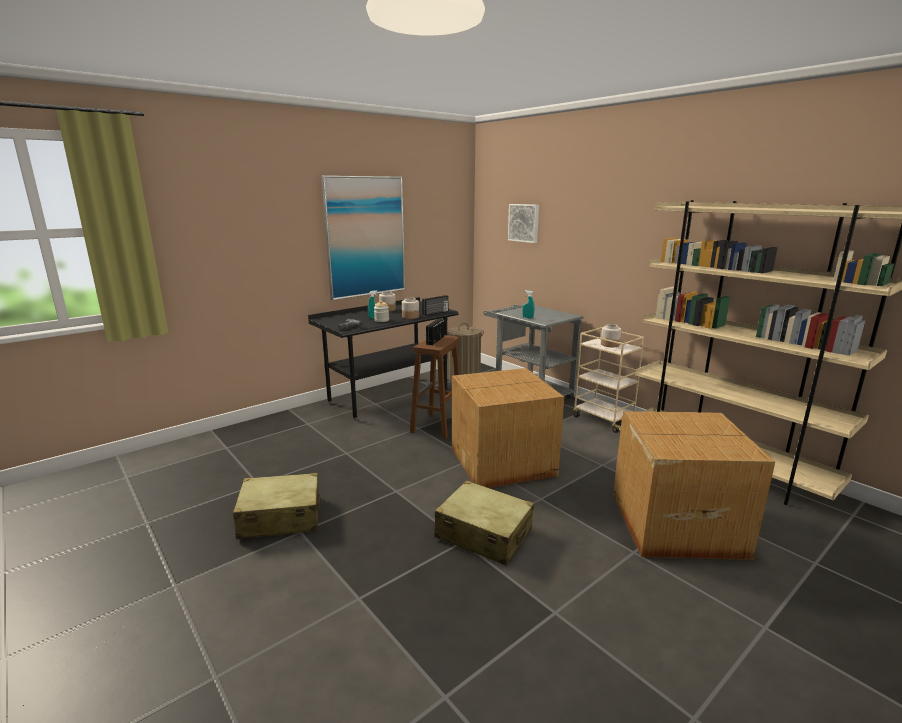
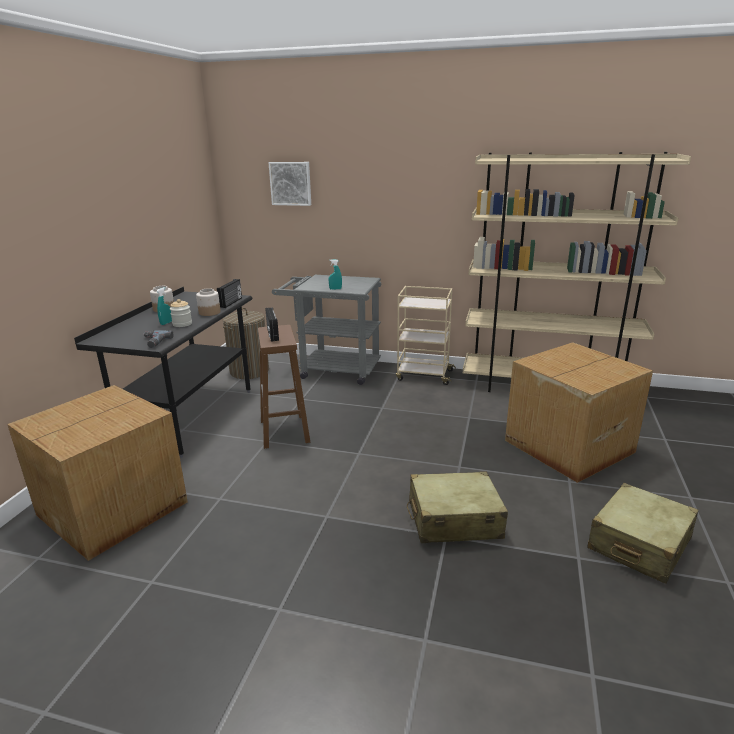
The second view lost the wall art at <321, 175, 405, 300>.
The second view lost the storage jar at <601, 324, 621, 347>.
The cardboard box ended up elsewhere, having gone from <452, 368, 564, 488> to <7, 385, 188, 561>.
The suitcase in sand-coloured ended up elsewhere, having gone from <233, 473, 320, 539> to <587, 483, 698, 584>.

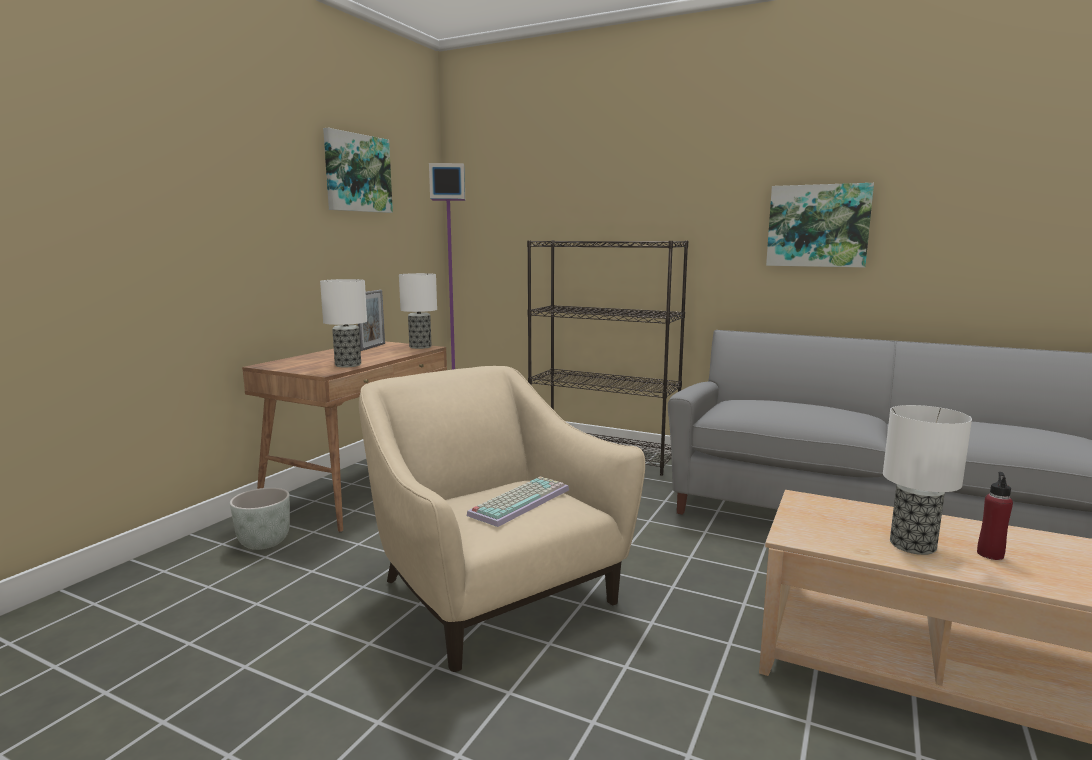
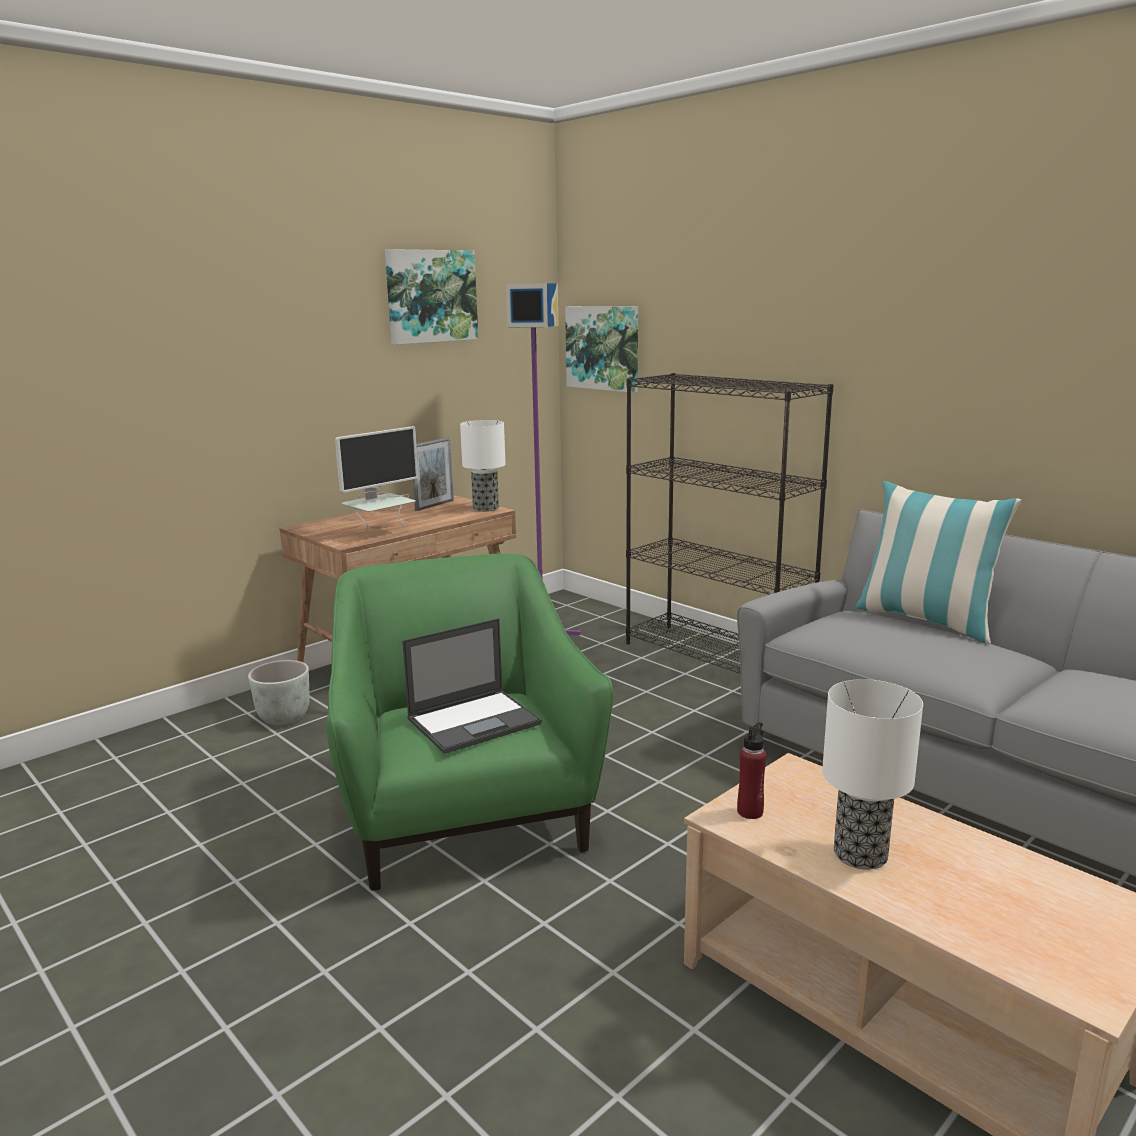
The wall art ended up elsewhere, having gone from <766, 183, 874, 267> to <565, 306, 638, 393>.
Where the lamp for a table stood at <320, 279, 367, 367>, the computer display came to stand at <335, 426, 419, 528>.
What was the lounge chair in sand-coloured at <359, 366, 645, 672> turned into the lounge chair in green-coloured at <326, 554, 613, 891>.
The bottle in red-coloured ended up elsewhere, having gone from <977, 472, 1013, 560> to <737, 722, 766, 819>.
Where the keyboard stood at <467, 477, 569, 527>, the portable computer came to stand at <402, 618, 542, 754>.
The second view gained the throw pillow at <855, 481, 1022, 644>.

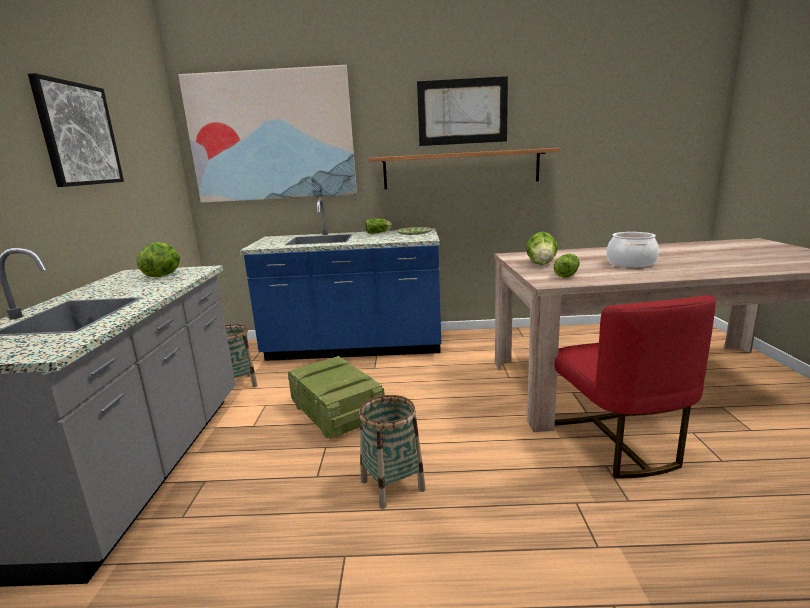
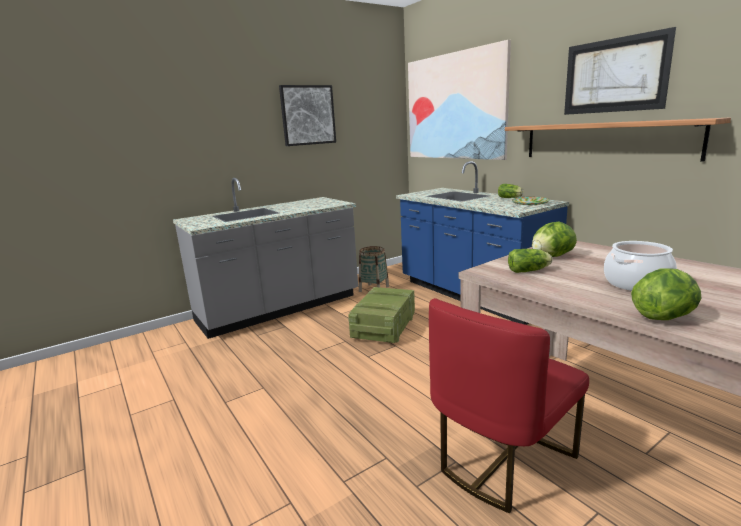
The lettuce ended up elsewhere, having gone from <136, 242, 180, 277> to <631, 268, 702, 320>.
The second view lost the basket at <359, 395, 426, 509>.

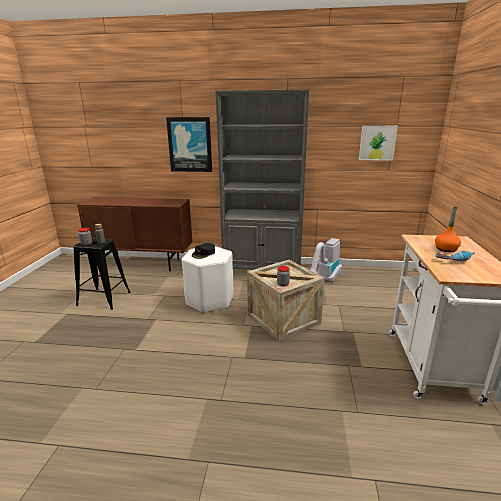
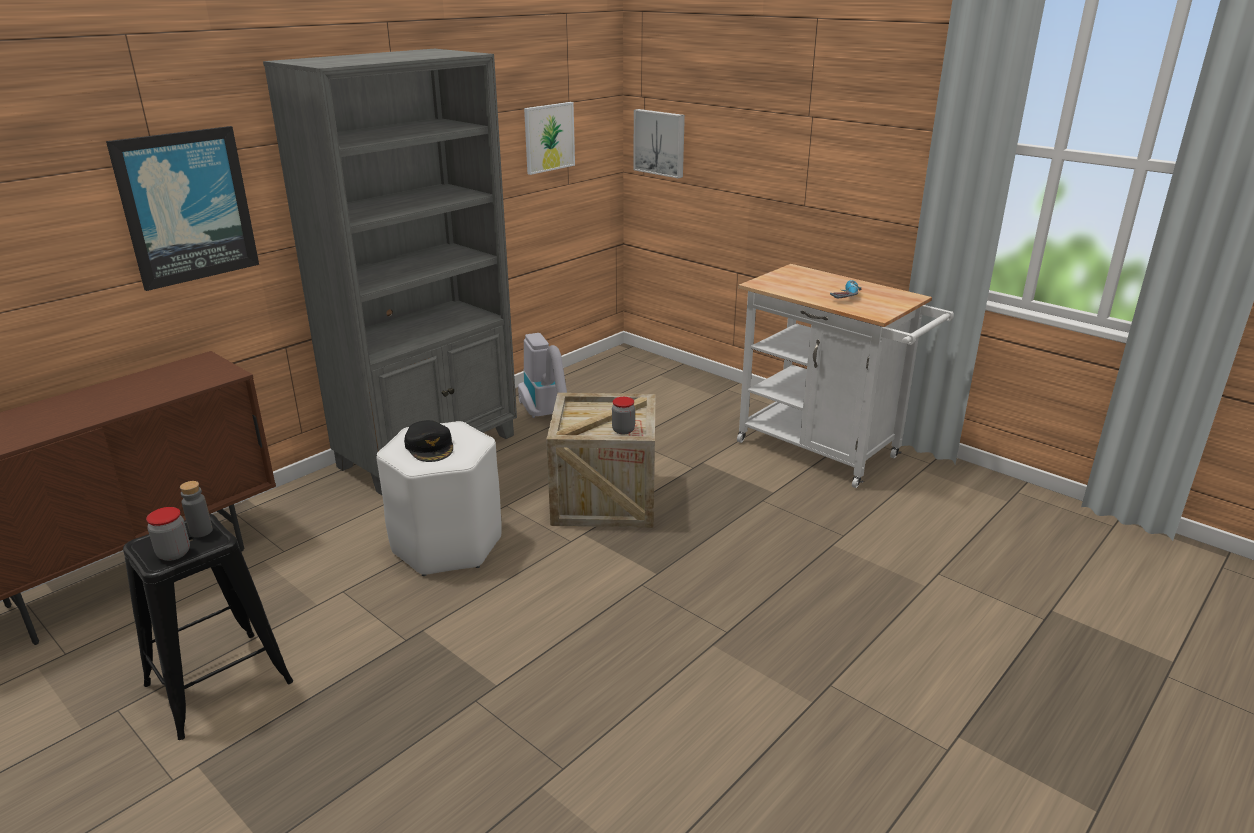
The second view lost the bottle in orangey at <435, 206, 461, 252>.
The second view gained the wall art at <634, 109, 685, 178>.

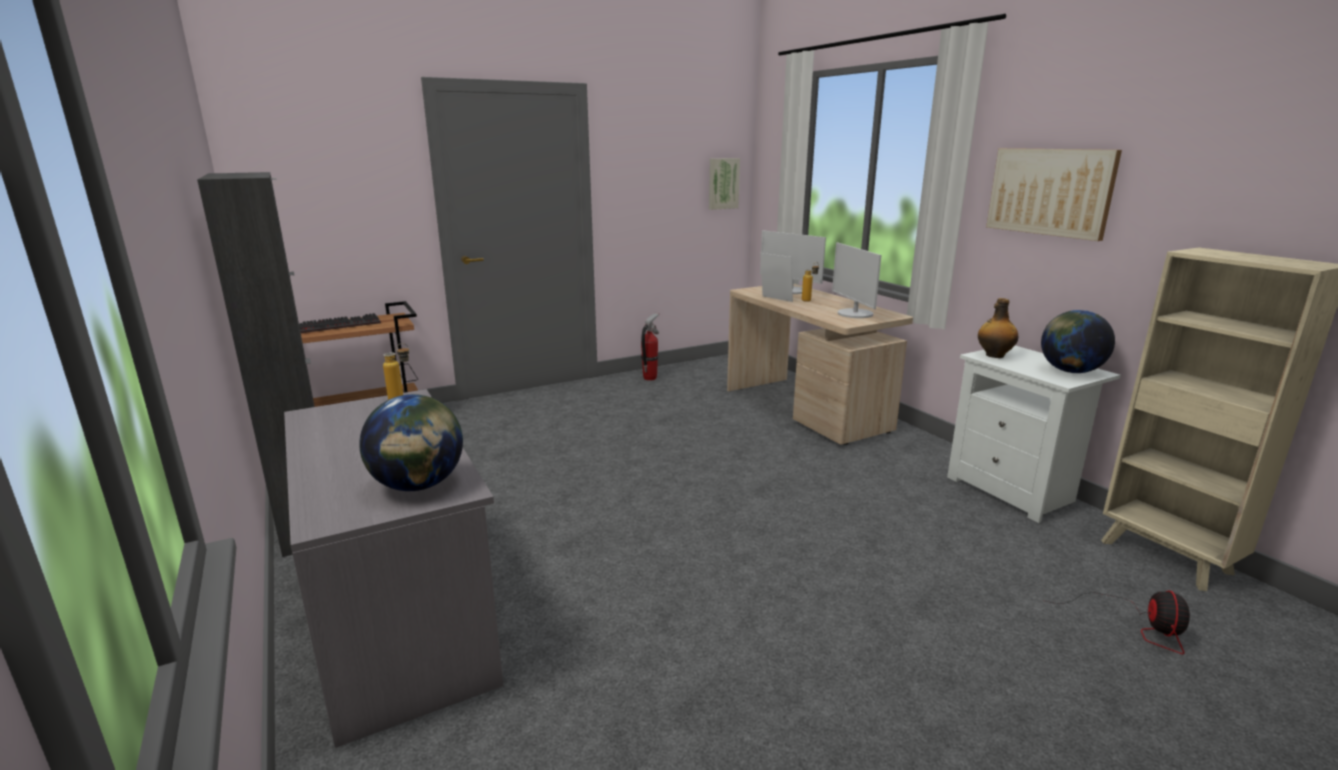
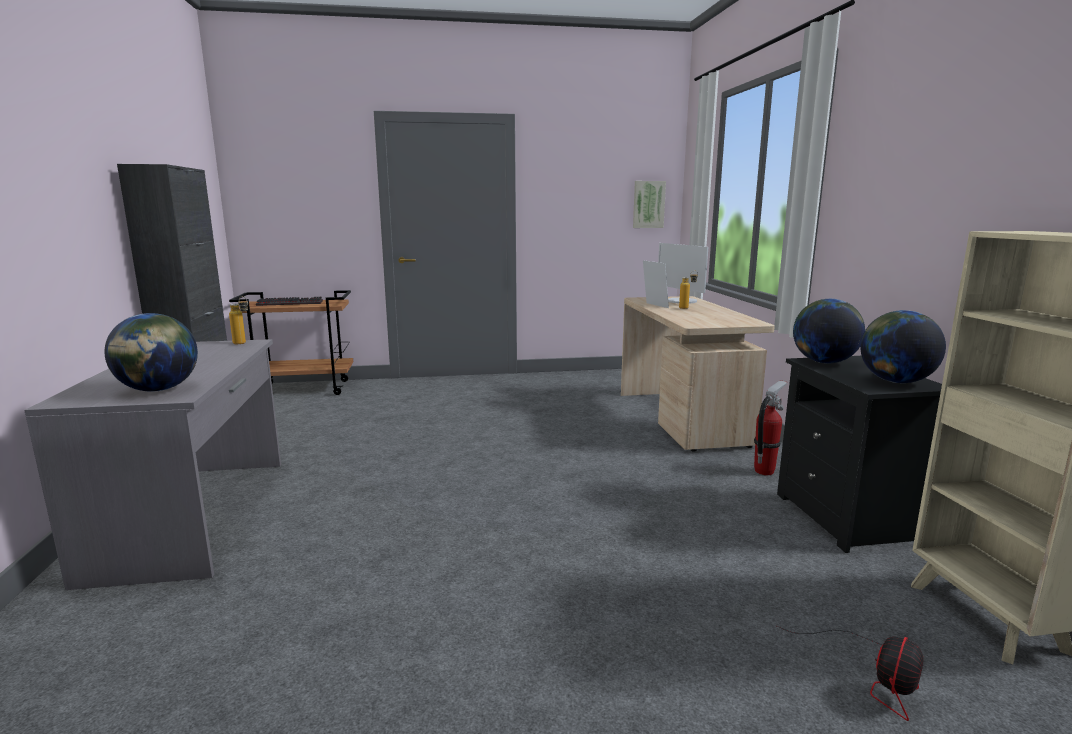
The second view lost the wall art at <986, 148, 1122, 241>.
The second view lost the computer display at <832, 242, 881, 318>.
Where the bottle stood at <978, 298, 1019, 358>, the desk globe came to stand at <793, 299, 865, 363>.
The extinguisher ended up elsewhere, having gone from <641, 313, 659, 381> to <754, 380, 787, 475>.
What was the night table in whitish at <947, 346, 1121, 523> turned into the night table in blackish at <777, 356, 942, 553>.

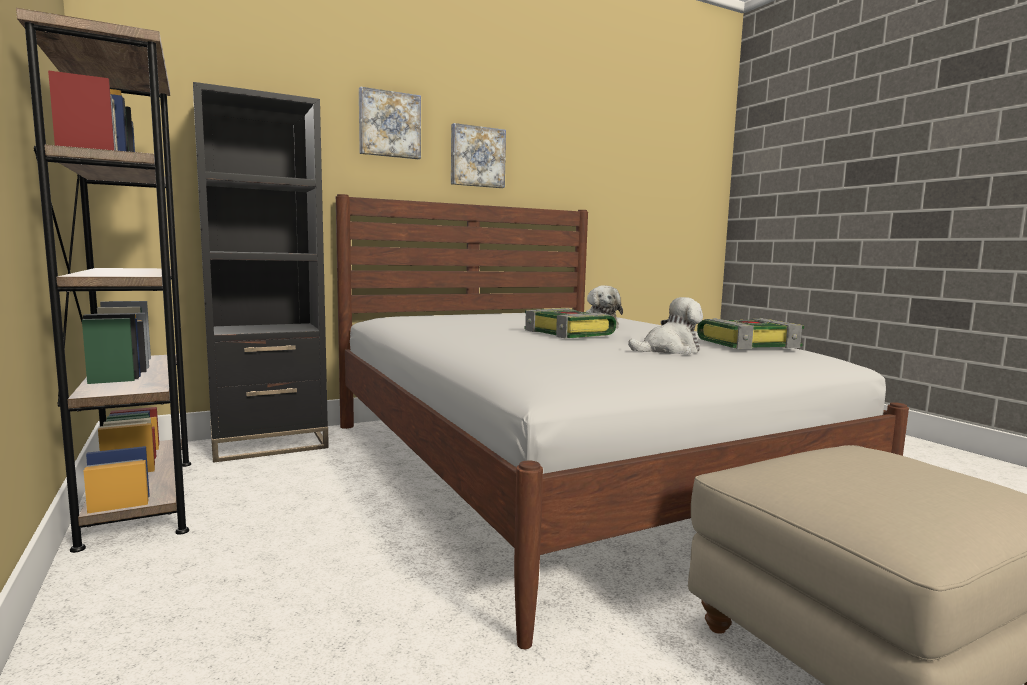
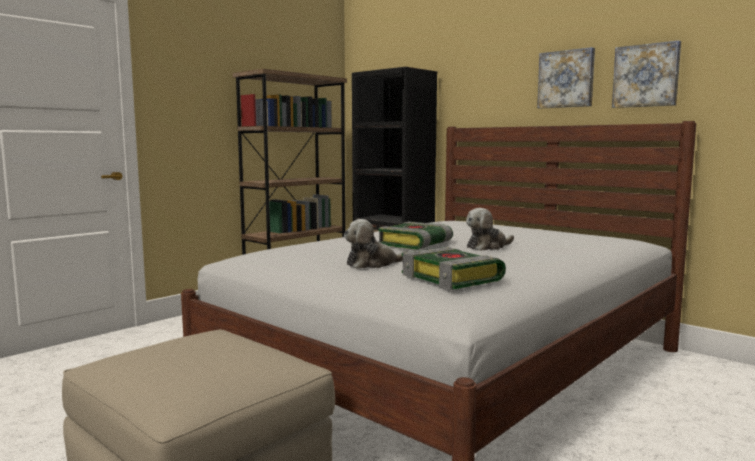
The wall art ended up elsewhere, having gone from <359, 87, 421, 159> to <612, 40, 681, 108>.
The plush toy at <628, 297, 703, 355> ended up facing another way, 105 degrees clockwise from before.

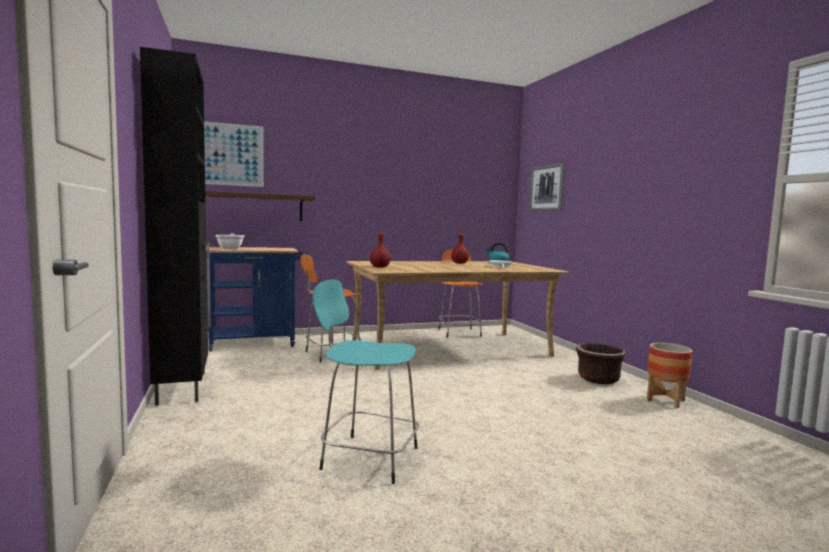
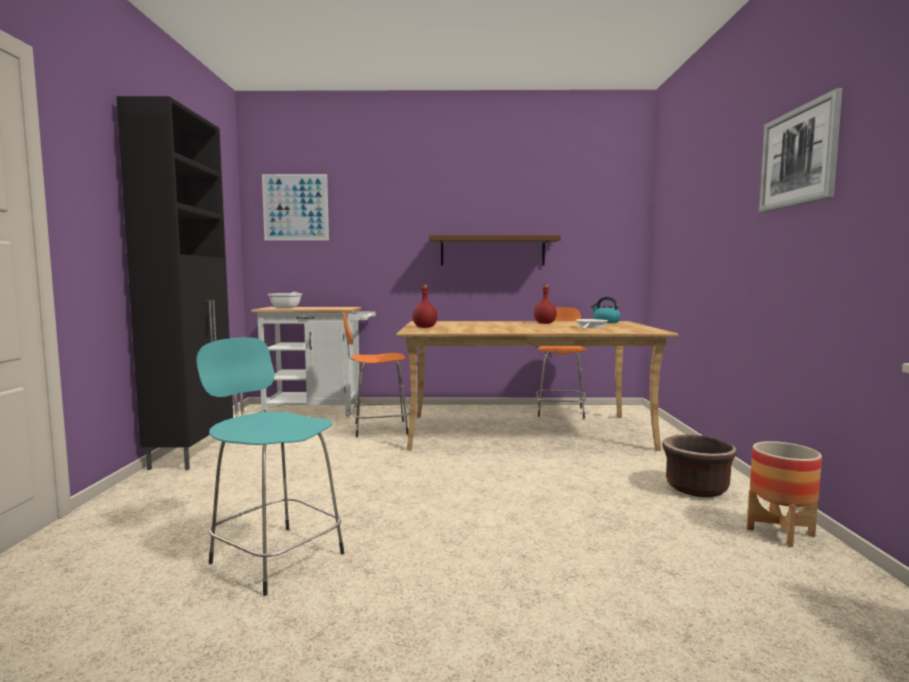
The wall art ended up elsewhere, having gone from <529, 163, 565, 211> to <758, 88, 842, 213>.
The bracket shelf in brown-coloured ended up elsewhere, having gone from <205, 191, 315, 221> to <429, 235, 561, 266>.
What was the wheeled cart in blue-coloured at <206, 247, 312, 351> turned into the wheeled cart in whitish at <251, 307, 376, 418>.

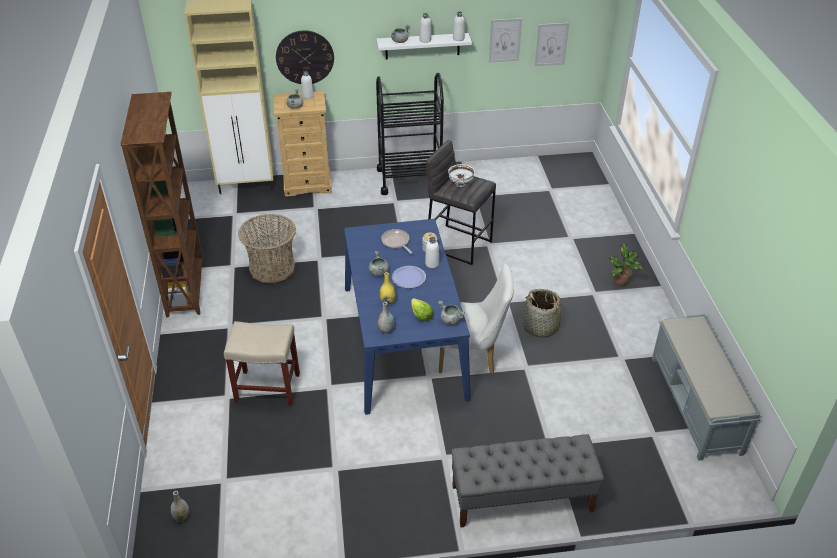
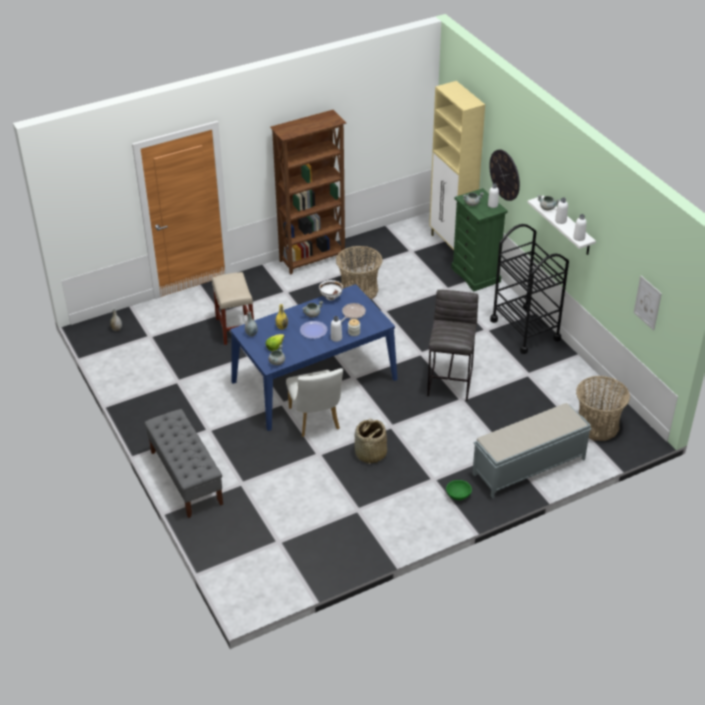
The second view lost the wall art at <489, 18, 522, 63>.
What was the dresser in sand-coloured at <273, 91, 332, 197> turned into the dresser in green-coloured at <451, 188, 508, 291>.
The bowl in whitish ended up elsewhere, having gone from <448, 164, 475, 187> to <319, 280, 343, 301>.
Where the plant in a pot stood at <609, 244, 643, 287>, the bowl in green-coloured came to stand at <446, 480, 472, 500>.
The indoor bench in grey ended up elsewhere, having gone from <652, 314, 760, 461> to <472, 403, 592, 498>.
The second view gained the basket at <576, 376, 630, 441>.

